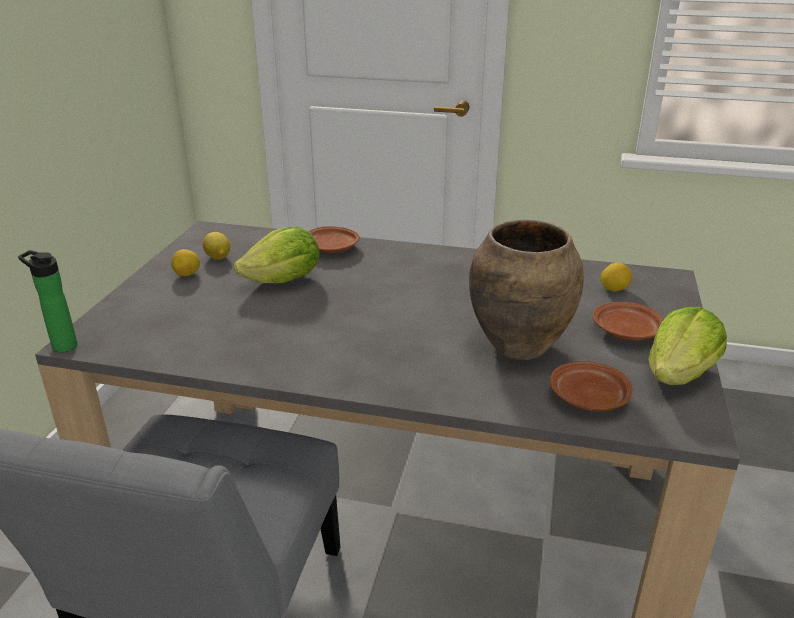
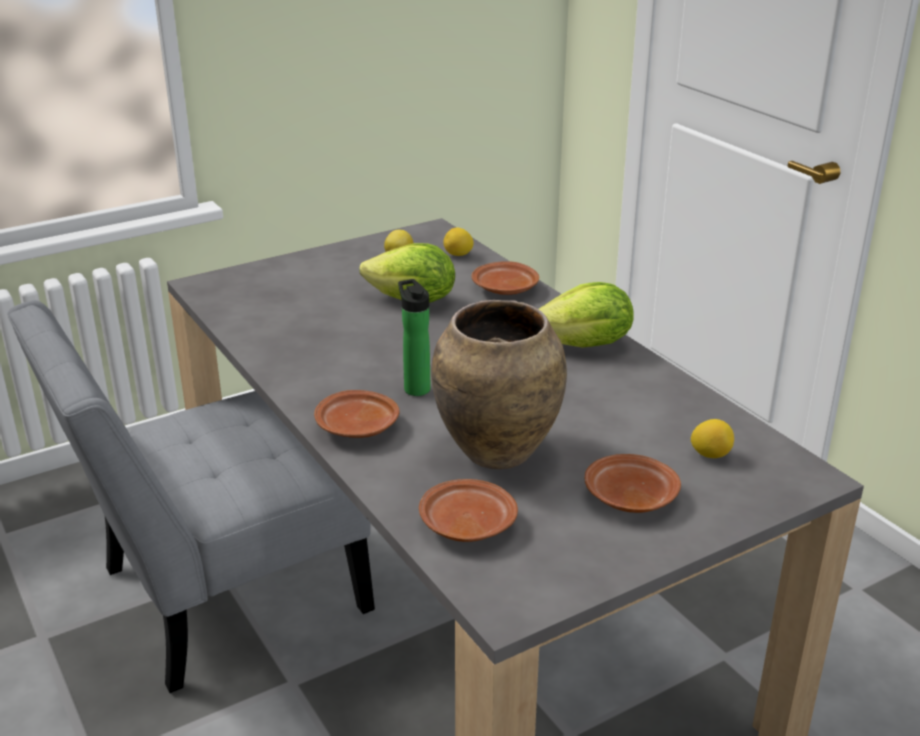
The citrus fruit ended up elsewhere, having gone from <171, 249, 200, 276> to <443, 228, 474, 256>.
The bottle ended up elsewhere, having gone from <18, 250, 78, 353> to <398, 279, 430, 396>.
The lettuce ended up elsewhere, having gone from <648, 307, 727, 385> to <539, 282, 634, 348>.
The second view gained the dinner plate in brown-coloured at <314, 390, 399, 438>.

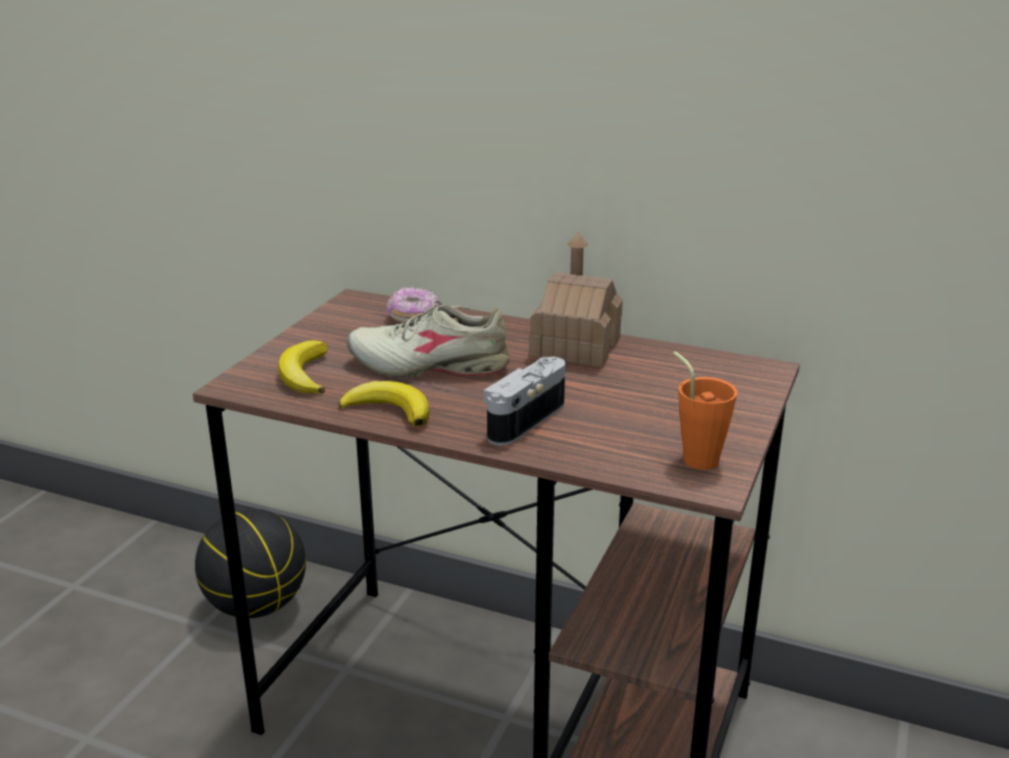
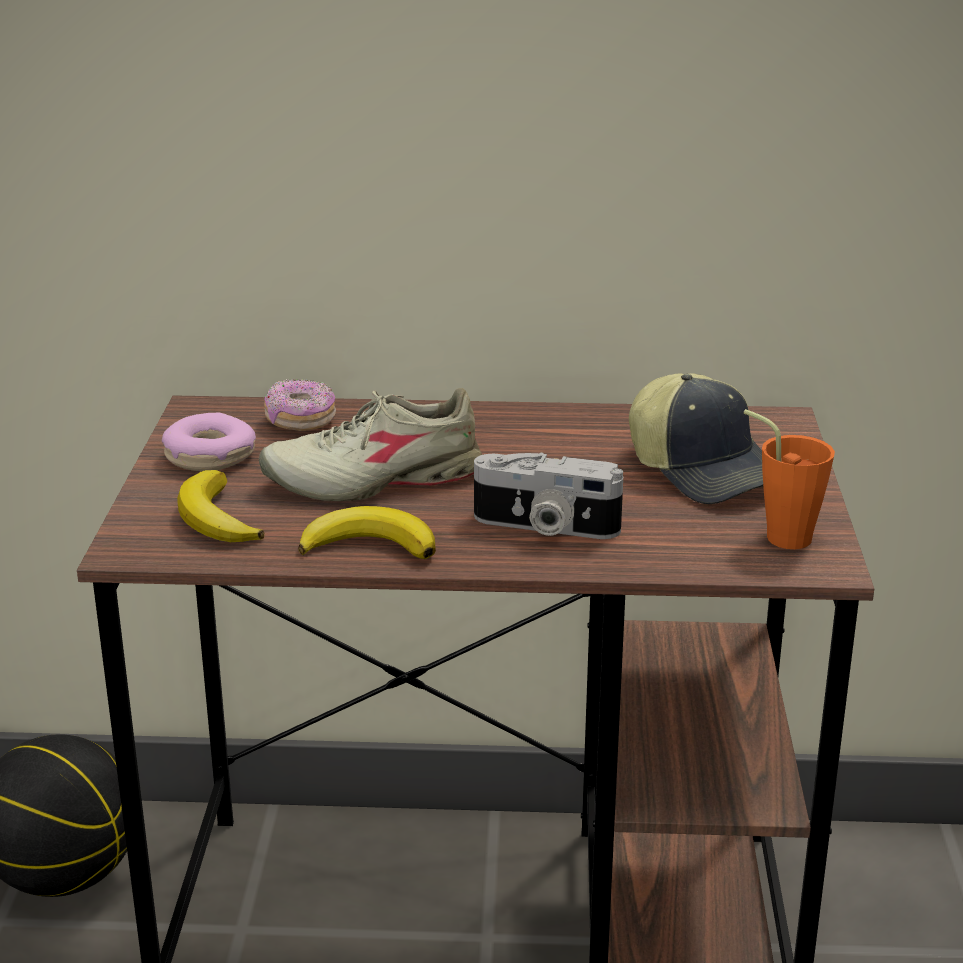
The second view lost the toy house at <529, 231, 623, 368>.
The still camera at <484, 356, 565, 446> ended up facing another way, 90 degrees counterclockwise from before.
The second view gained the cap at <629, 373, 763, 504>.
The second view gained the doughnut at <162, 413, 256, 471>.

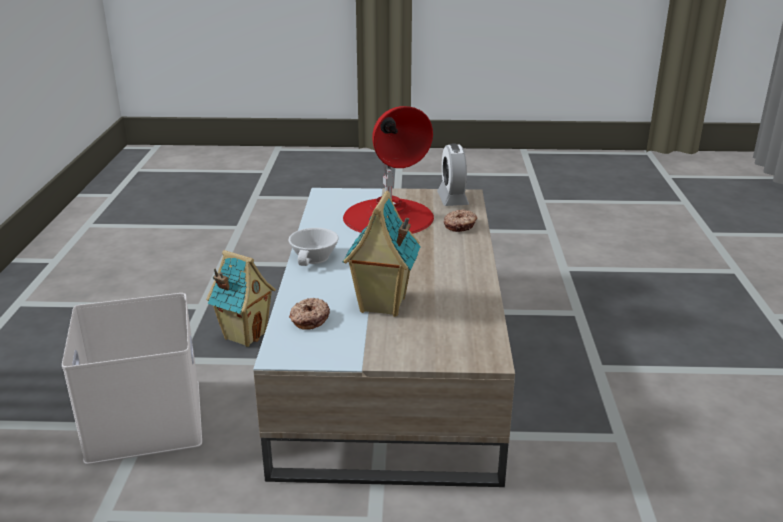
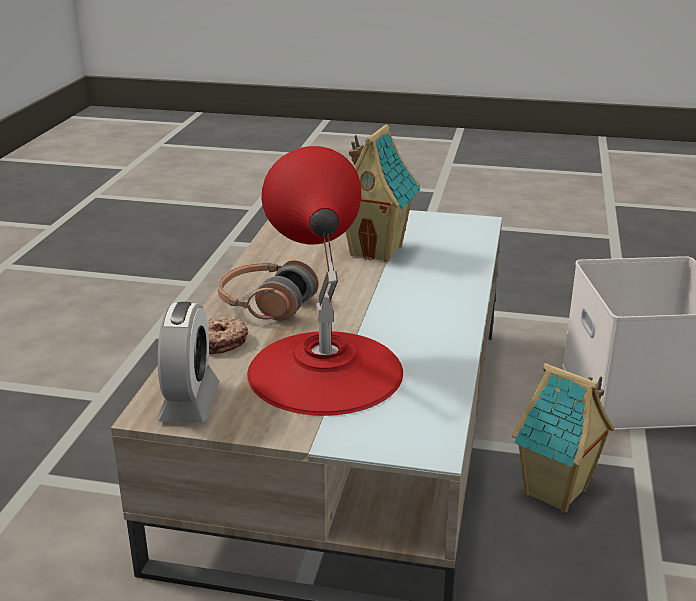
The second view lost the small cup in whitish at <289, 228, 338, 266>.
The second view lost the doughnut at <289, 298, 330, 330>.
The second view gained the pair of headphones at <217, 259, 319, 321>.

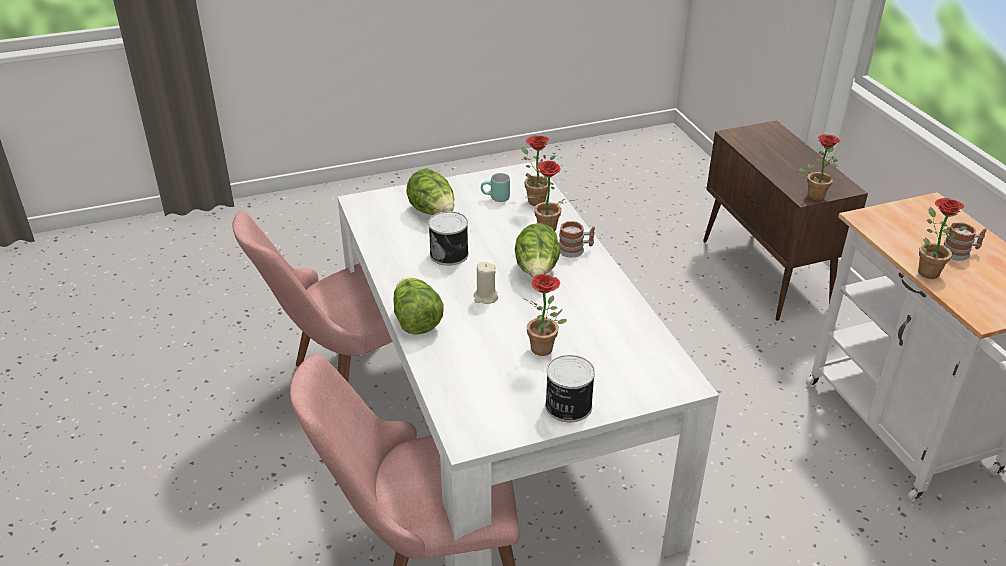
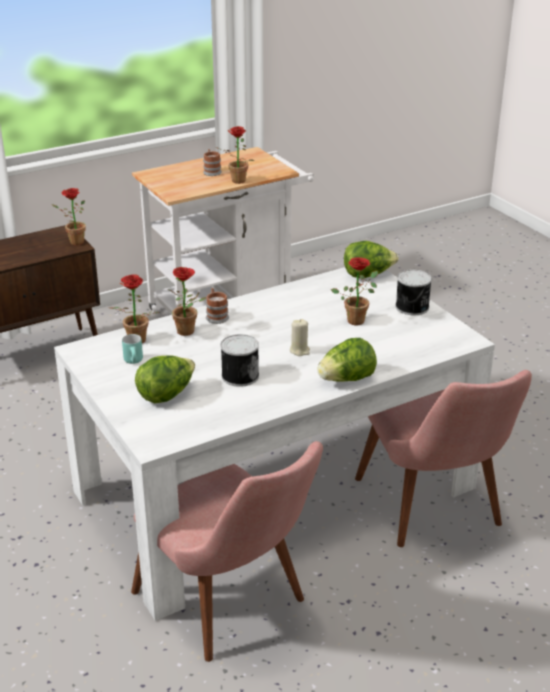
The lettuce ended up elsewhere, having gone from <515, 223, 560, 277> to <344, 241, 398, 278>.

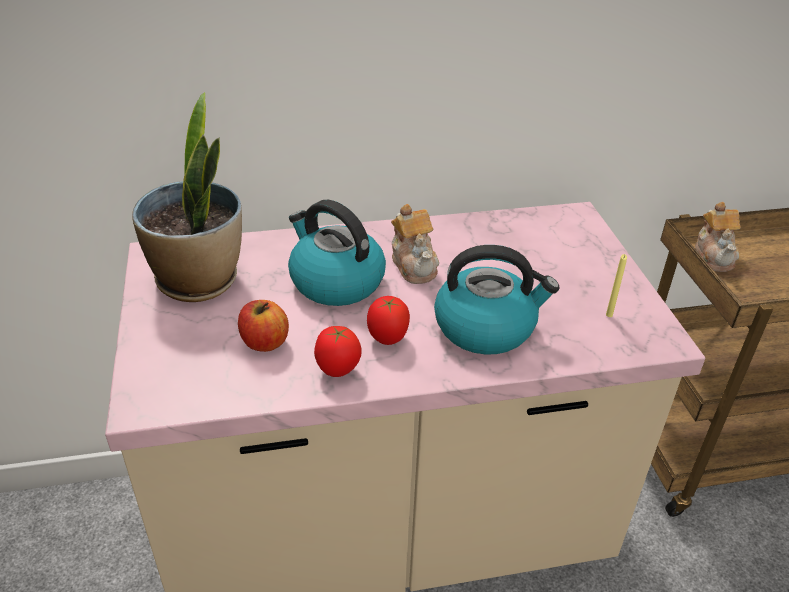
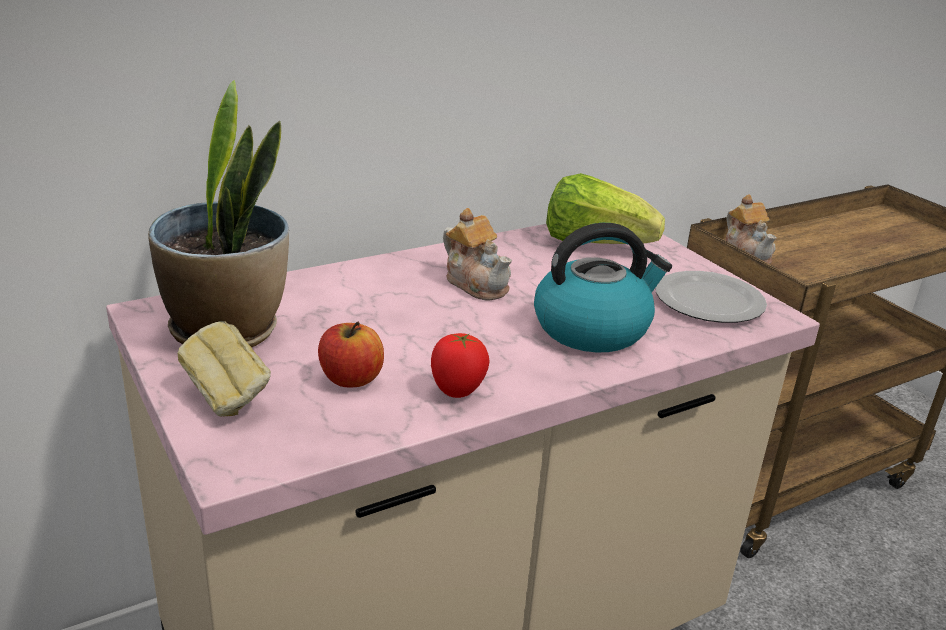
The second view lost the tea kettle at <288, 200, 386, 306>.
Where the candle in yellow stood at <606, 254, 627, 317>, the dinner plate came to stand at <655, 271, 767, 323>.
The second view lost the whole tomato at <367, 296, 410, 345>.
The second view gained the lettuce at <546, 173, 665, 244>.
The second view gained the bread at <178, 321, 271, 417>.

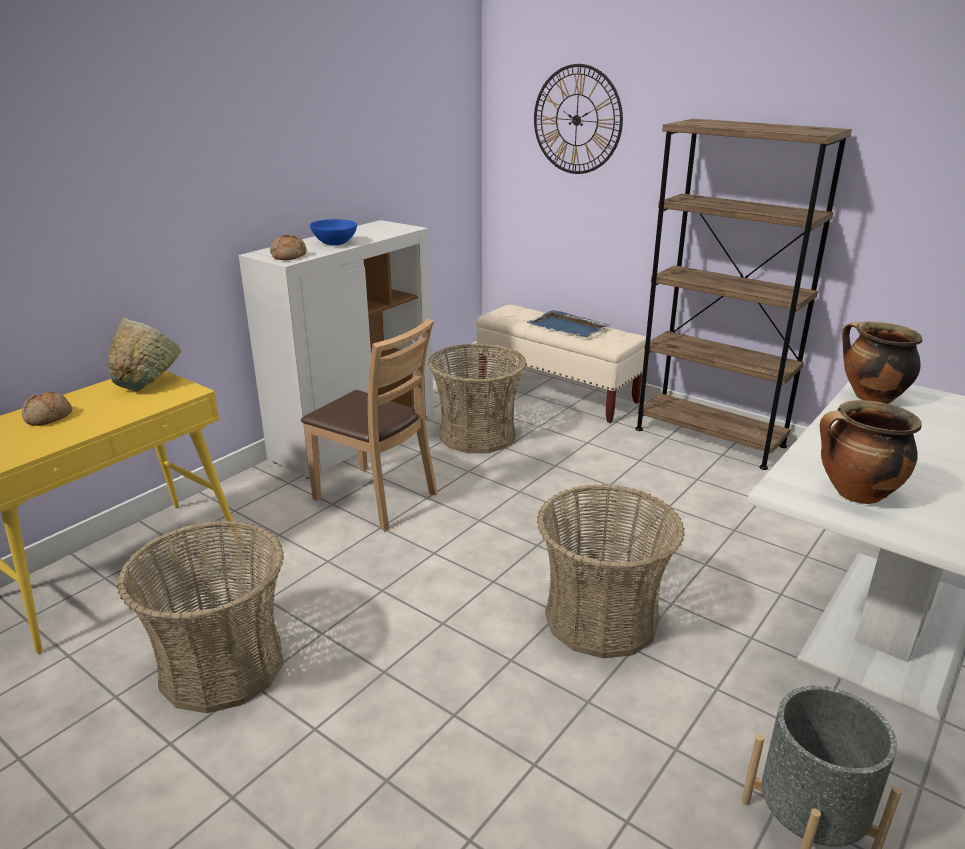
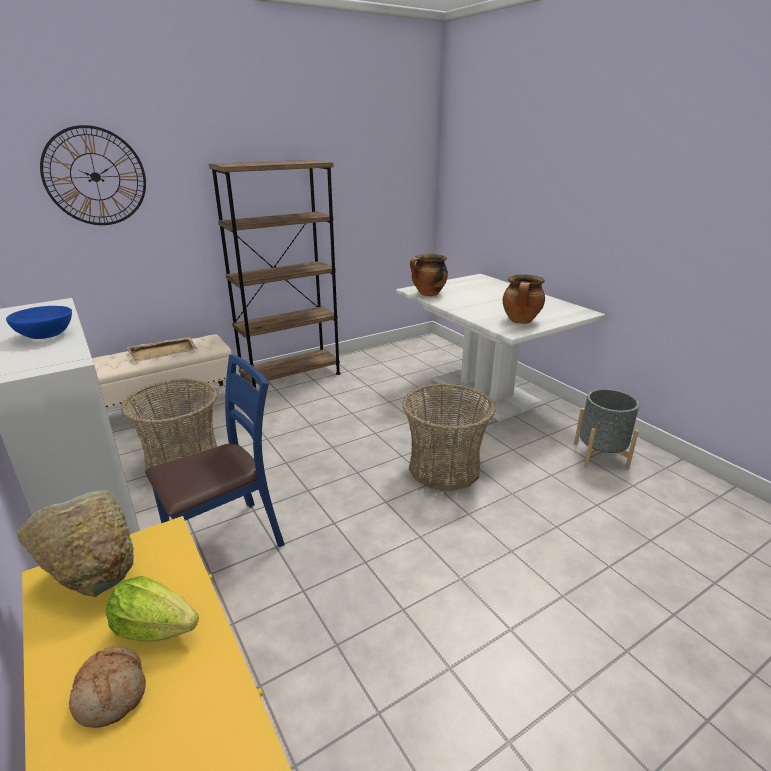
The second view lost the bread at <270, 235, 306, 260>.
What was the serving tray in blue-coloured at <526, 310, 610, 337> turned into the serving tray in sand-coloured at <127, 336, 197, 362>.
What was the chair in brown-coloured at <301, 319, 438, 531> turned into the chair in blue-coloured at <145, 355, 285, 547>.
The second view lost the basket at <117, 520, 284, 713>.
The second view gained the lettuce at <106, 576, 199, 642>.

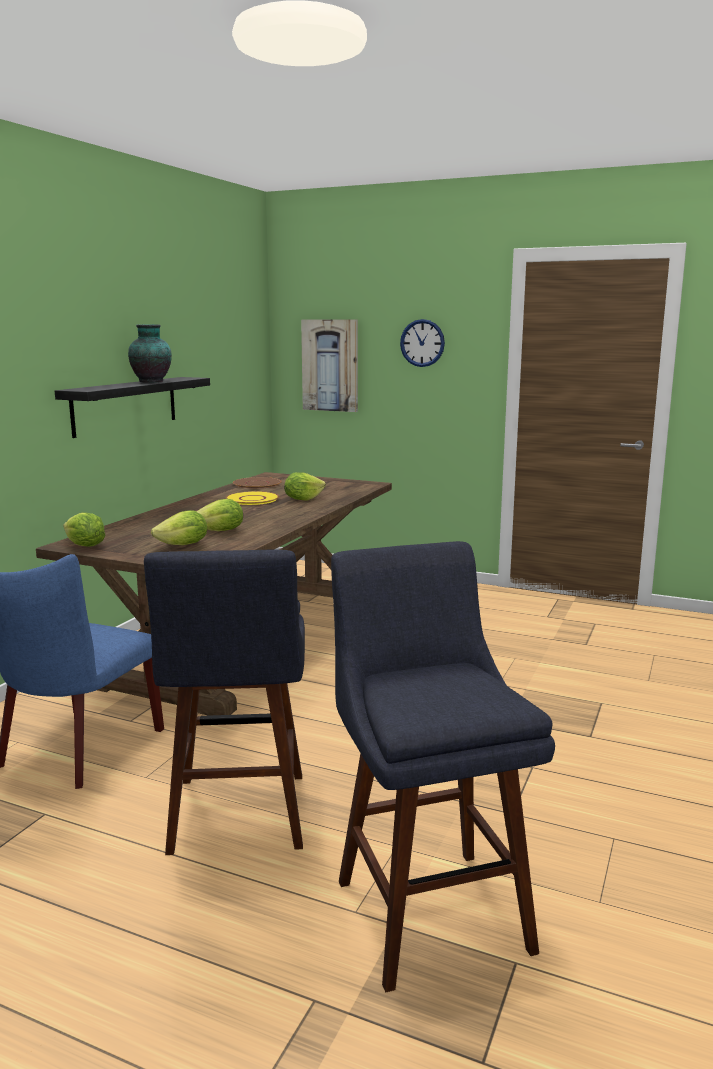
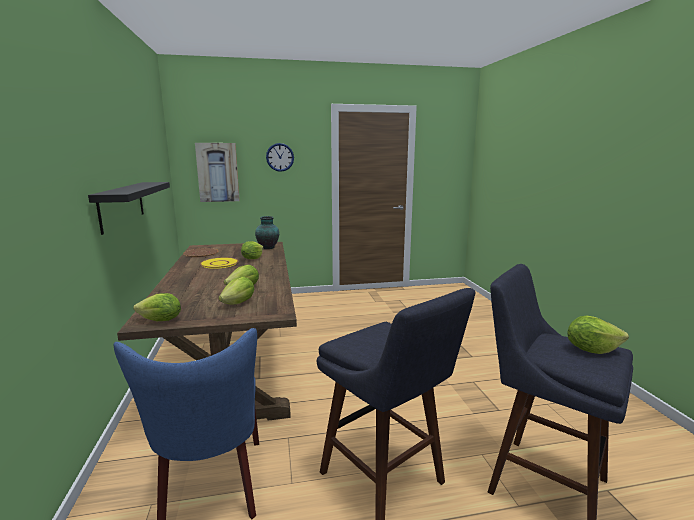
The flower vase ended up elsewhere, having gone from <128, 324, 172, 383> to <255, 216, 279, 249>.
The second view gained the lettuce at <567, 316, 629, 354>.

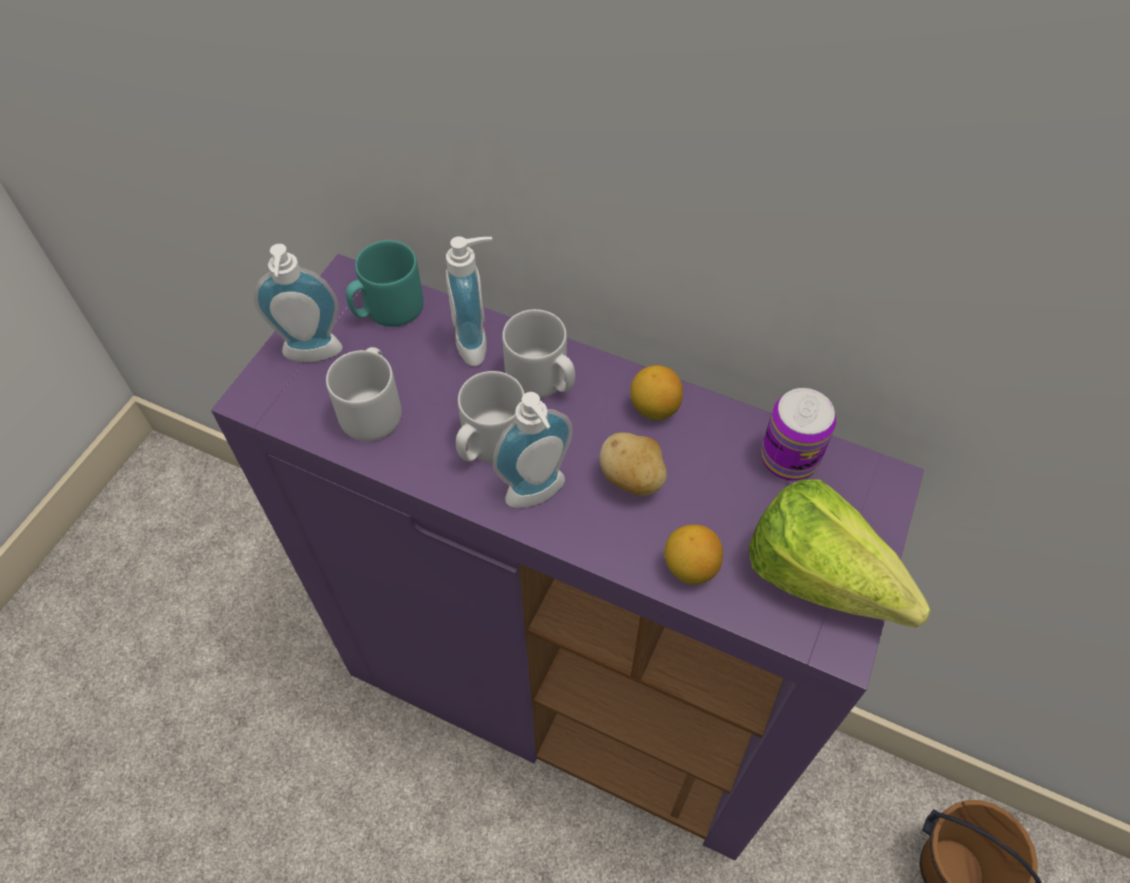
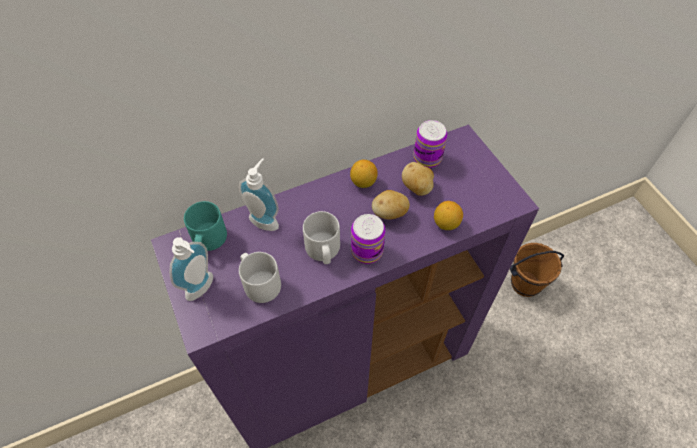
The second view lost the tea mug in grey at <502, 309, 575, 398>.
Where the soap bottle stood at <493, 392, 573, 508>, the can came to stand at <351, 214, 386, 264>.
The second view lost the lettuce at <748, 479, 931, 628>.
The second view gained the whole potato at <402, 162, 434, 196>.

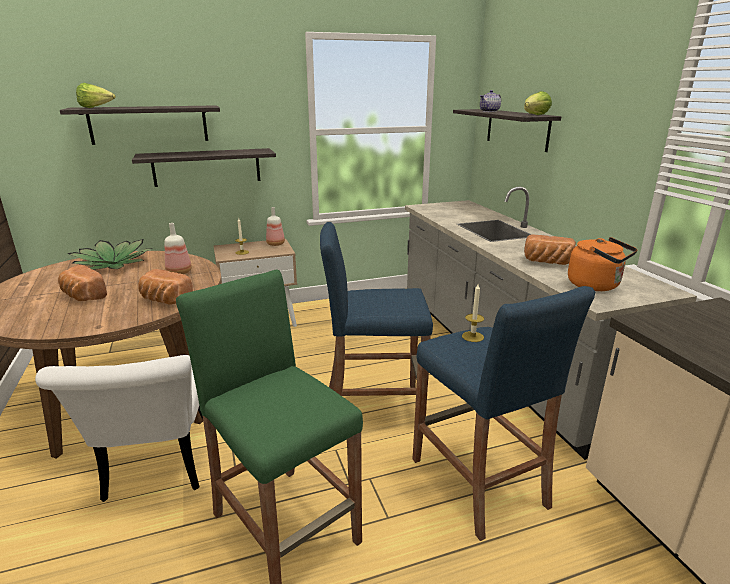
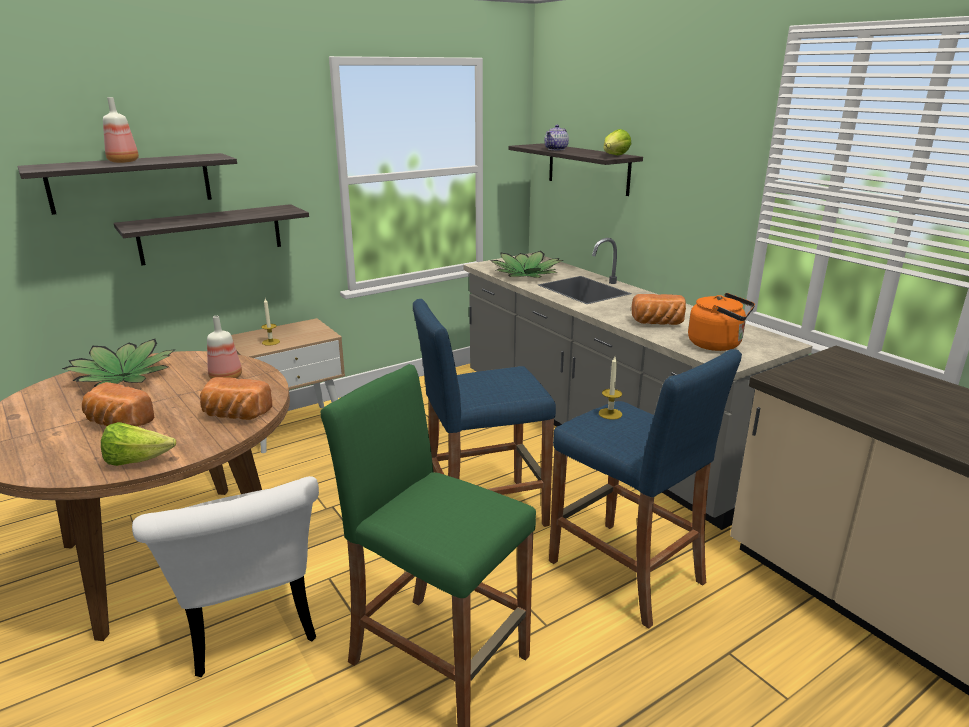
The lettuce ended up elsewhere, having gone from <76, 83, 116, 108> to <101, 422, 176, 466>.
The bottle ended up elsewhere, having gone from <266, 207, 285, 246> to <103, 97, 139, 163>.
The second view gained the plant in a pot at <490, 251, 563, 278>.

